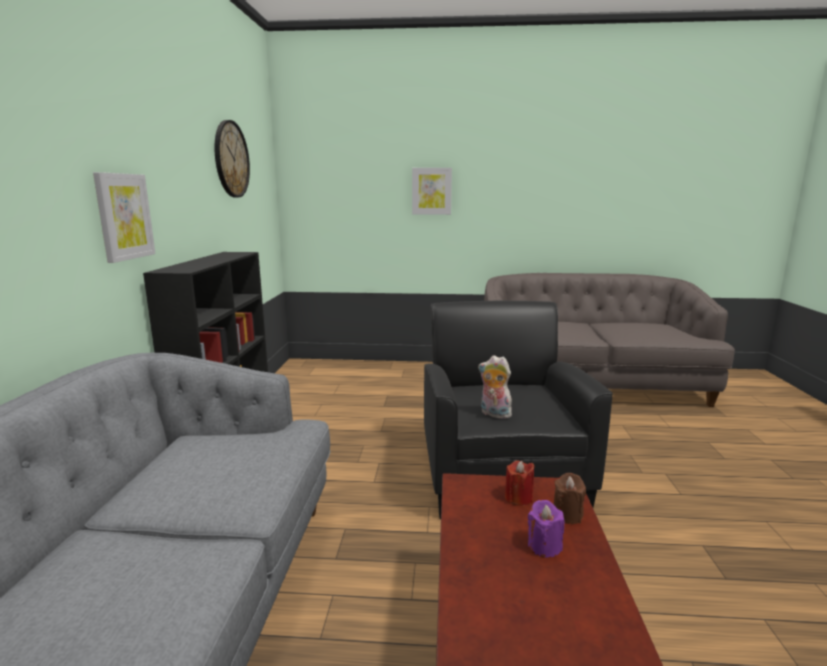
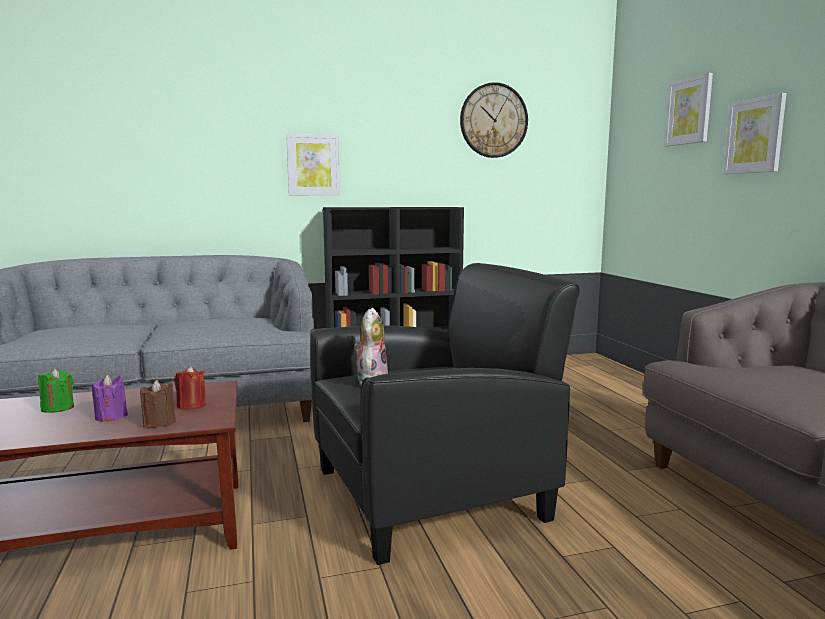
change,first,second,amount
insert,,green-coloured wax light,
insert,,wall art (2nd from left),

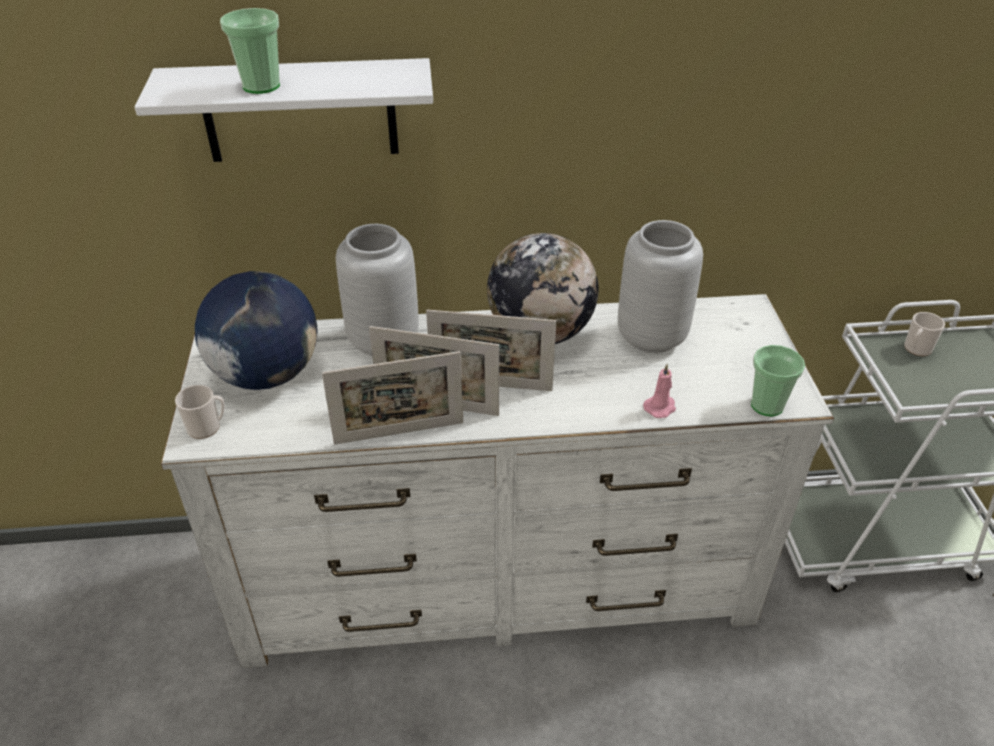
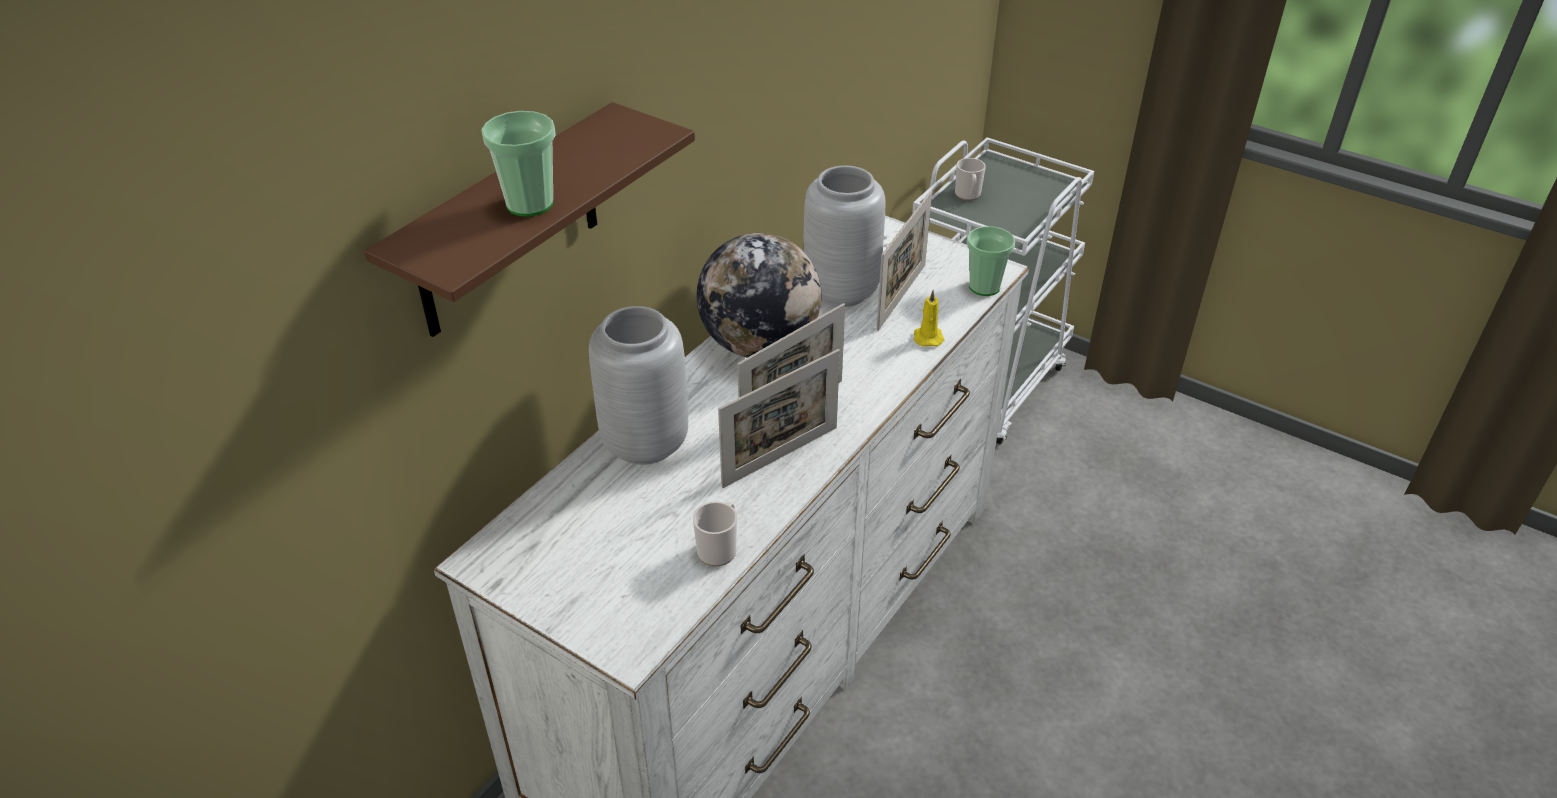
change,first,second,amount
delete,desk globe (1st from left),,
move,coffee mug (1st from left),,
move,picture frame (1st from left in the first image),picture frame (3rd from left),
recolor,whitish shelf,brown shelf,
recolor,pink wax light,yellow-coloured wax light,

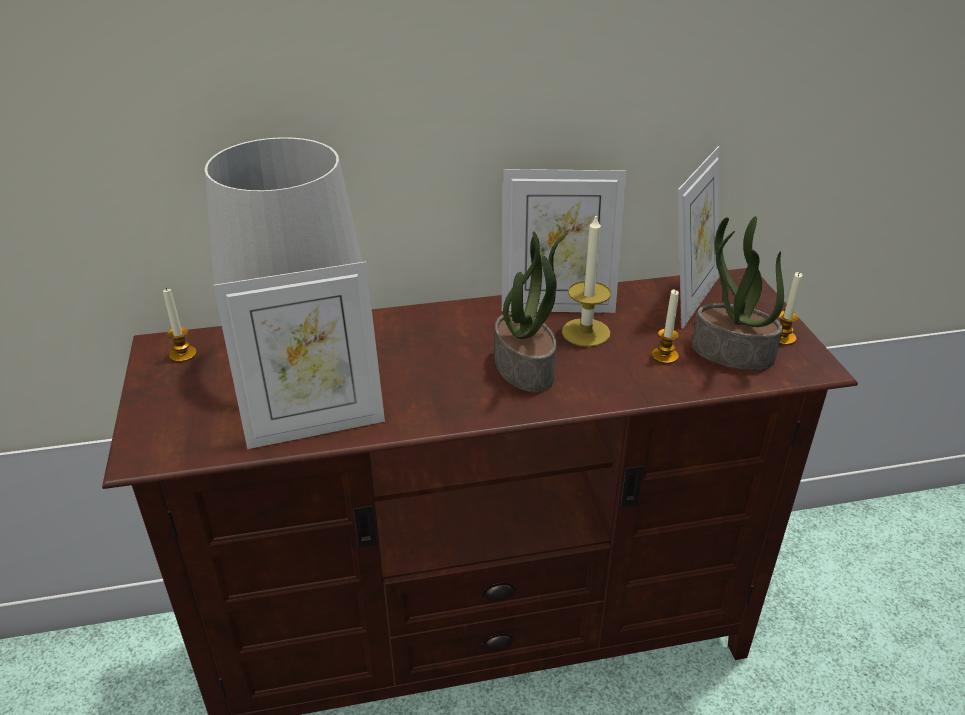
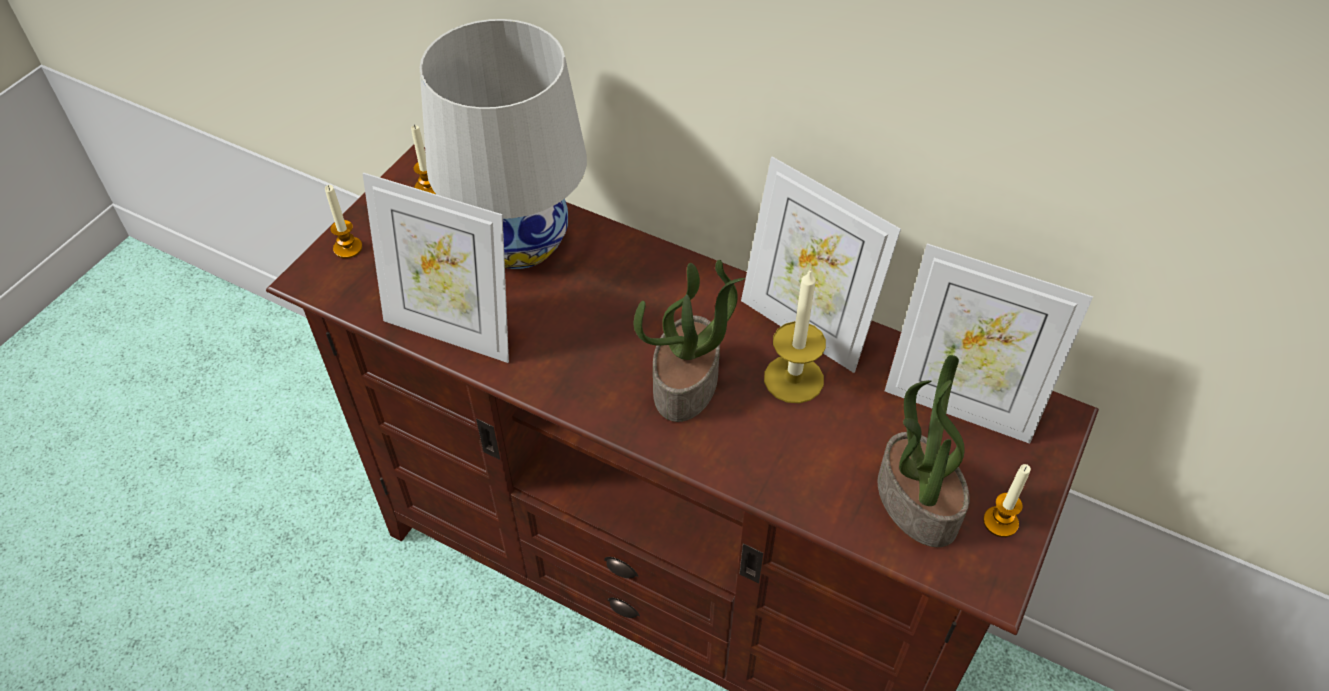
change,first,second,amount
move,wax light (3rd from left in the first image),wax light (1st from left),
rotate,picture frame (3rd from left),,45 degrees clockwise

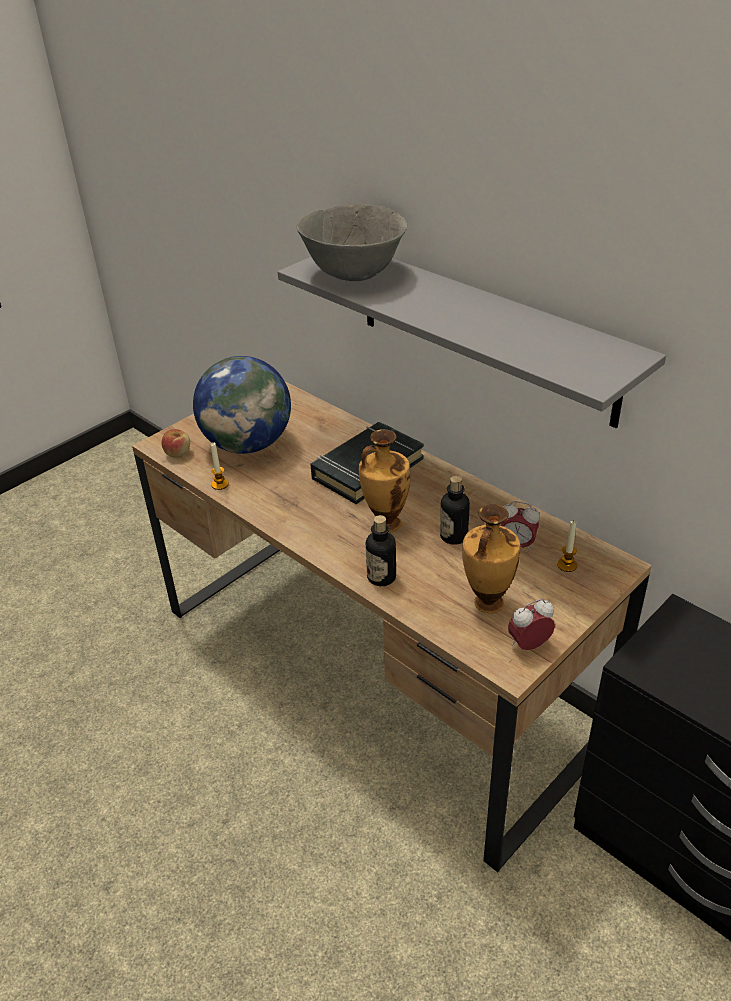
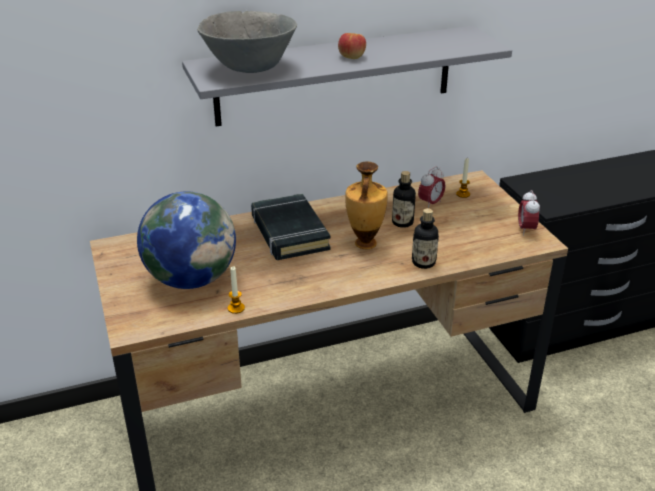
change,first,second,amount
delete,decorative vase (2nd from left),,
move,apple,,

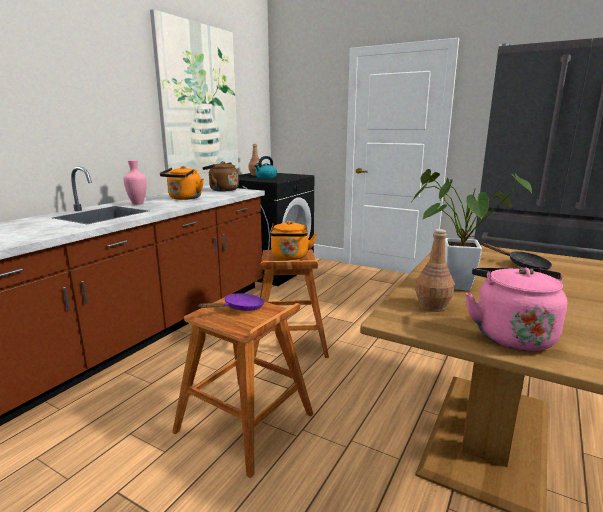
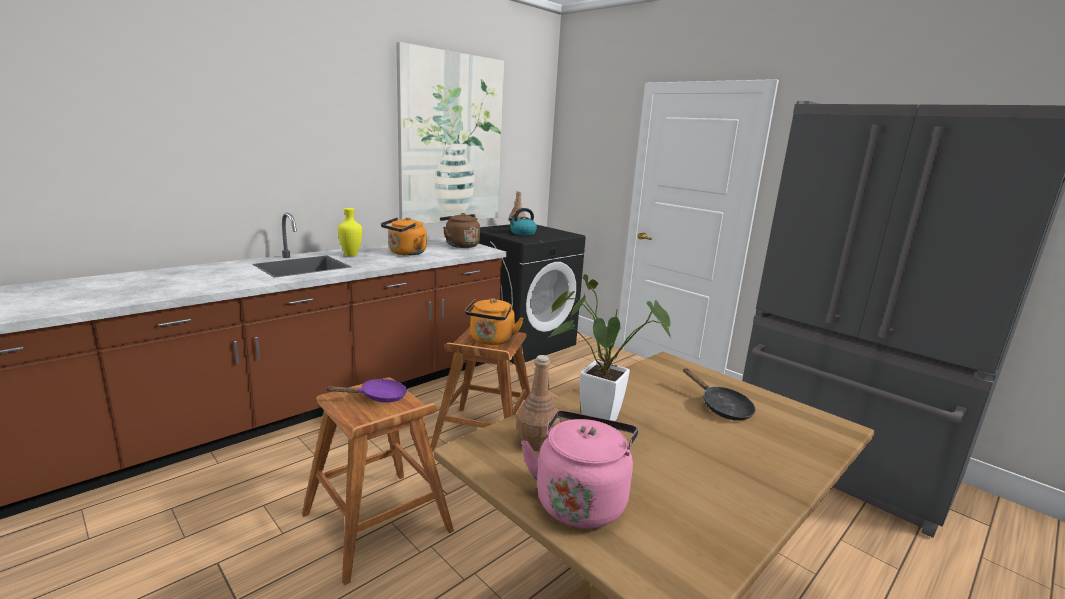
change,first,second,amount
recolor,pink decorative vase,yellow-coloured decorative vase,

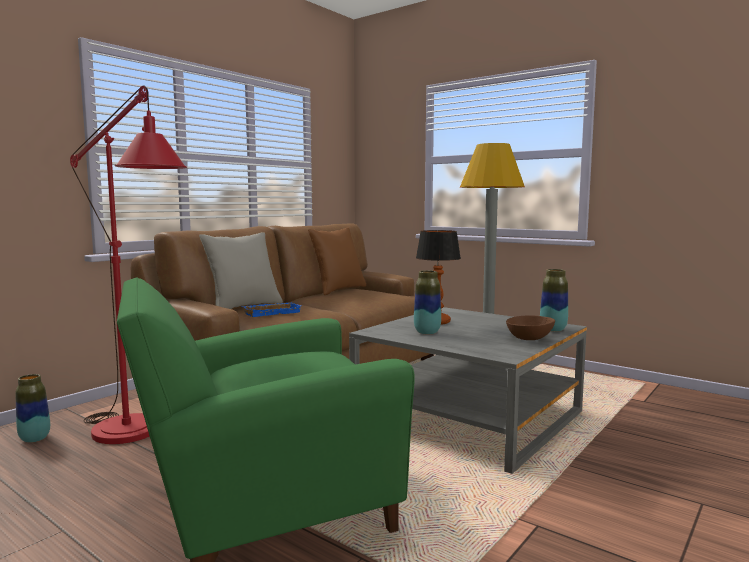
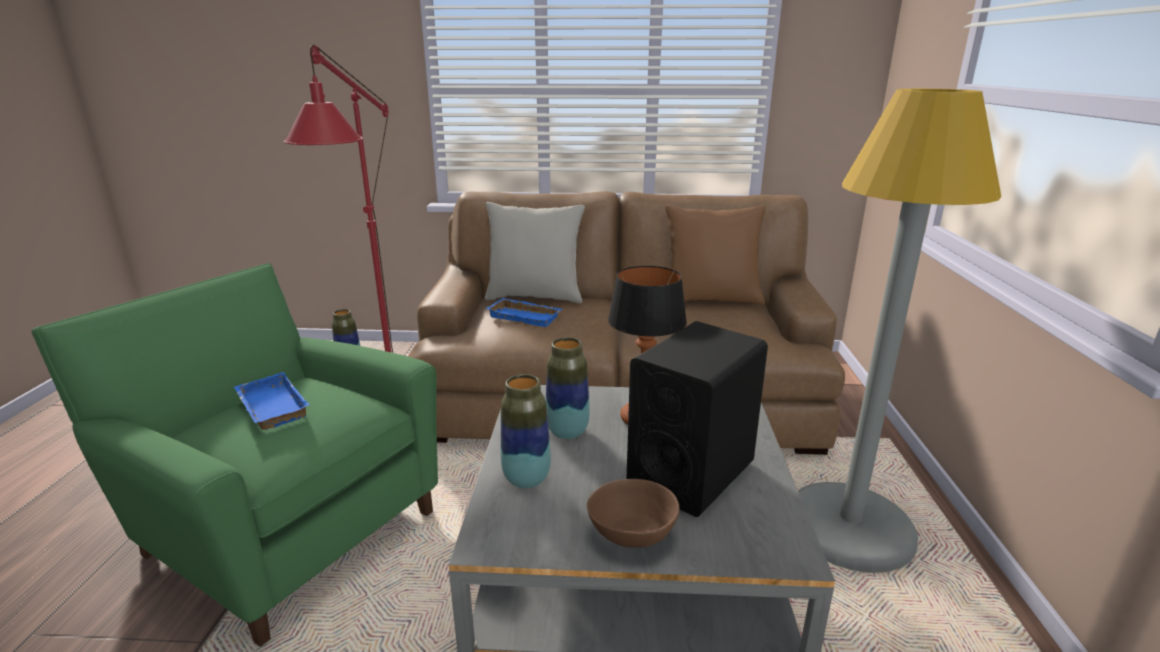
change,first,second,amount
insert,,blue-coloured serving tray (1st from left),
insert,,blackish speaker,
move,decorative vase (3rd from left in the first image),decorative vase (2nd from left),

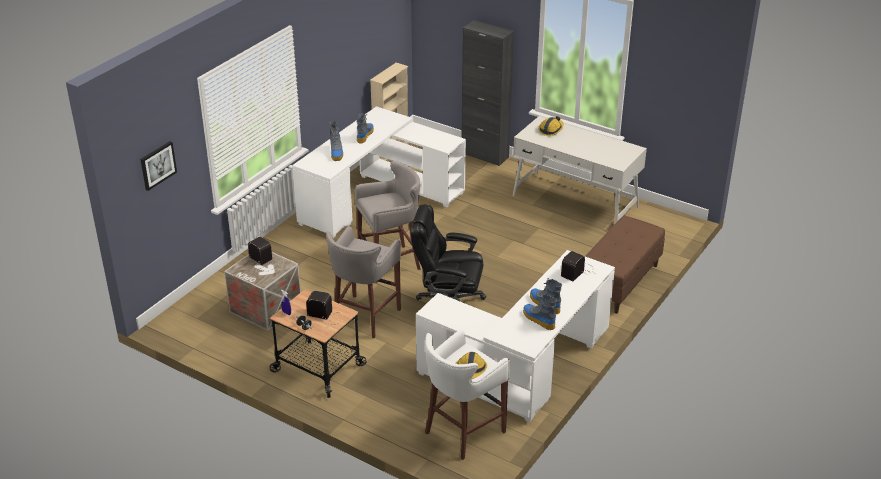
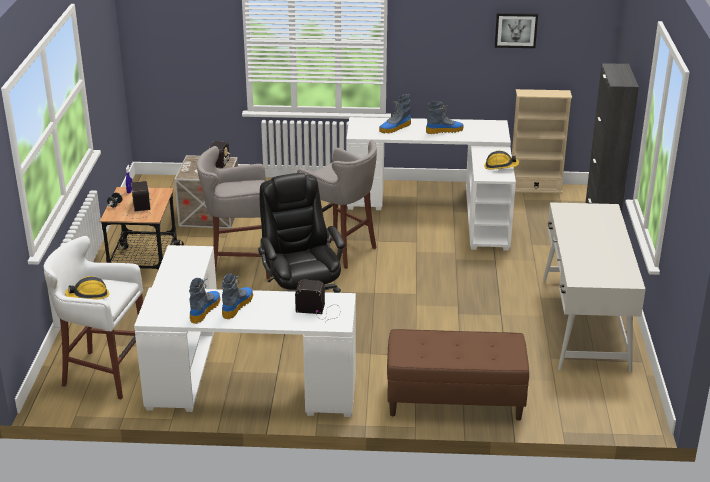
change,first,second,amount
move,wall art,,
move,safety helmet (2nd from left),,

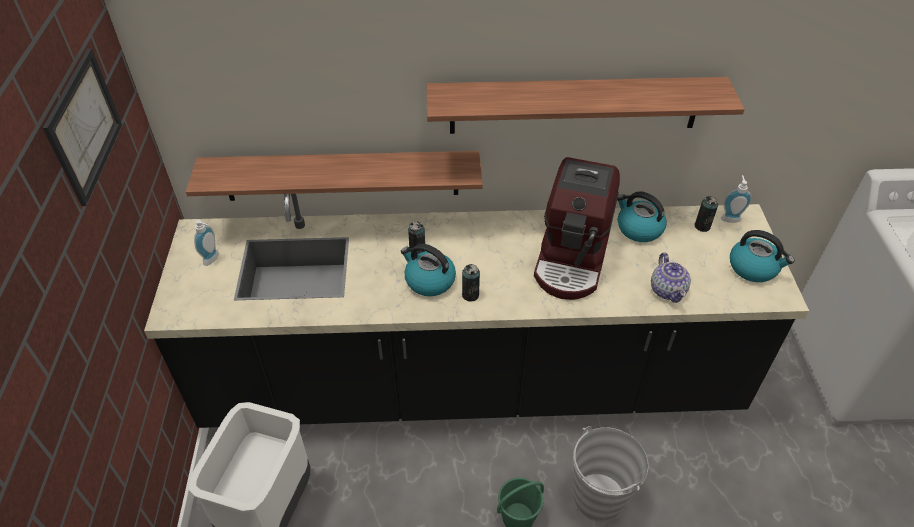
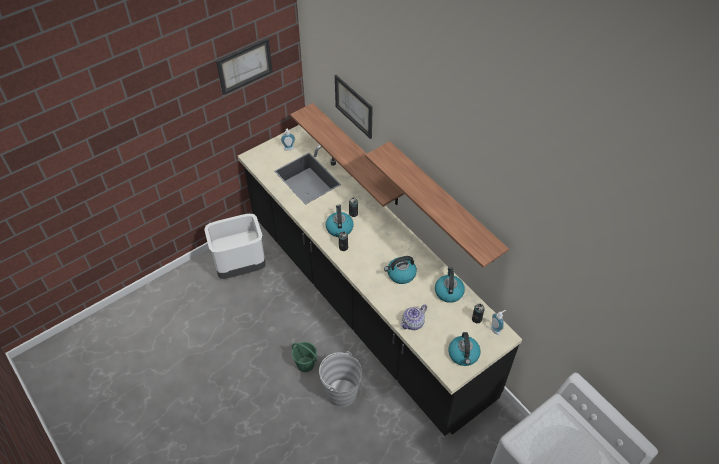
change,first,second,amount
insert,,wall art (2nd from left),
replace,coffee maker,water kettle (2nd from left),

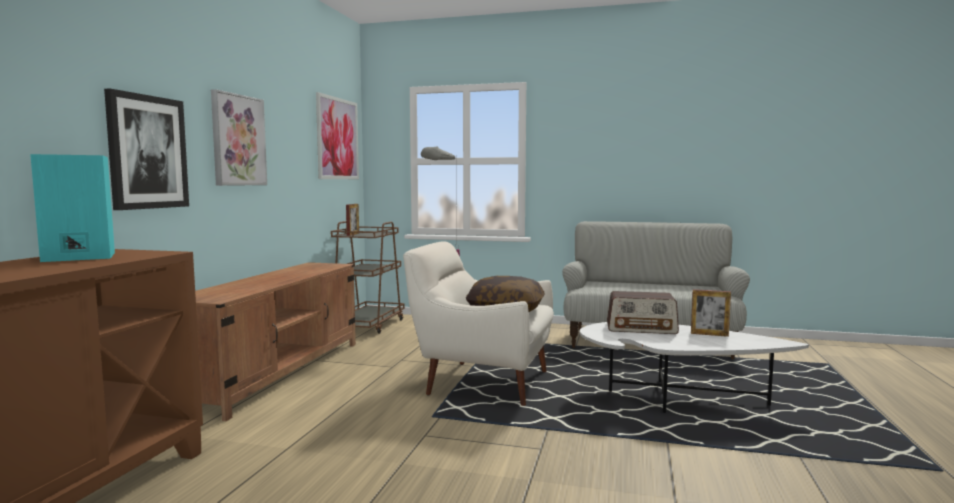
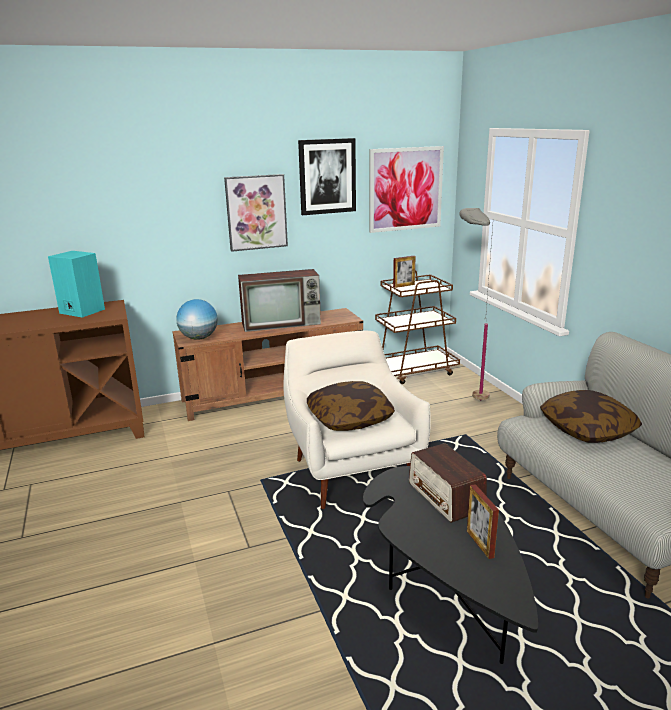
change,first,second,amount
insert,,desk globe,
insert,,television,
insert,,throw pillow (2nd from left),
move,wall art (1st from left in the first image),wall art (2nd from left),
recolor,whitish coffee table,blackish coffee table,

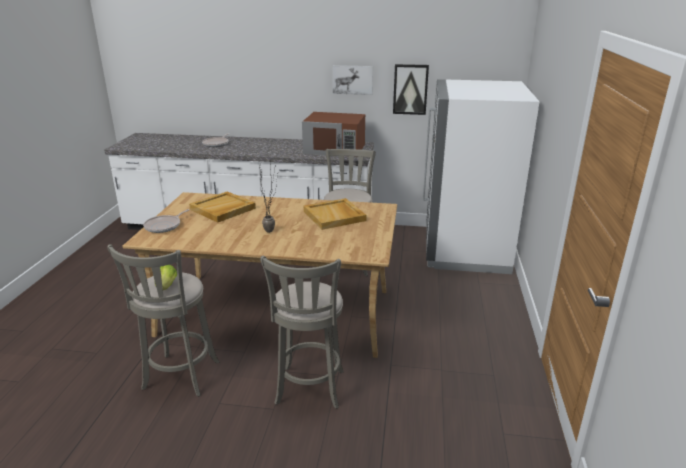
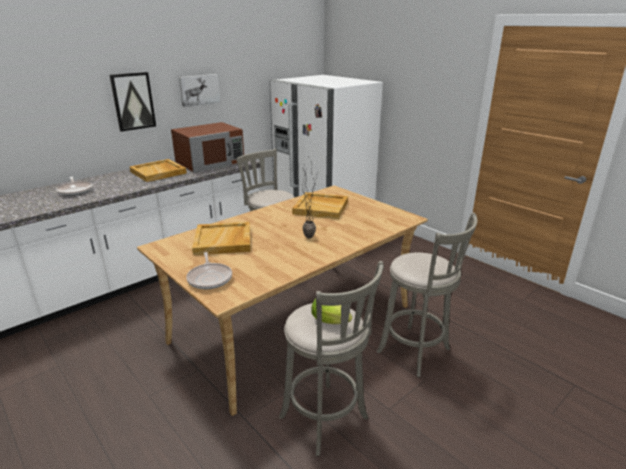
change,first,second,amount
insert,,beige-coloured serving tray (1st from left),
move,wall art (2nd from left in the first image),wall art (1st from left),

